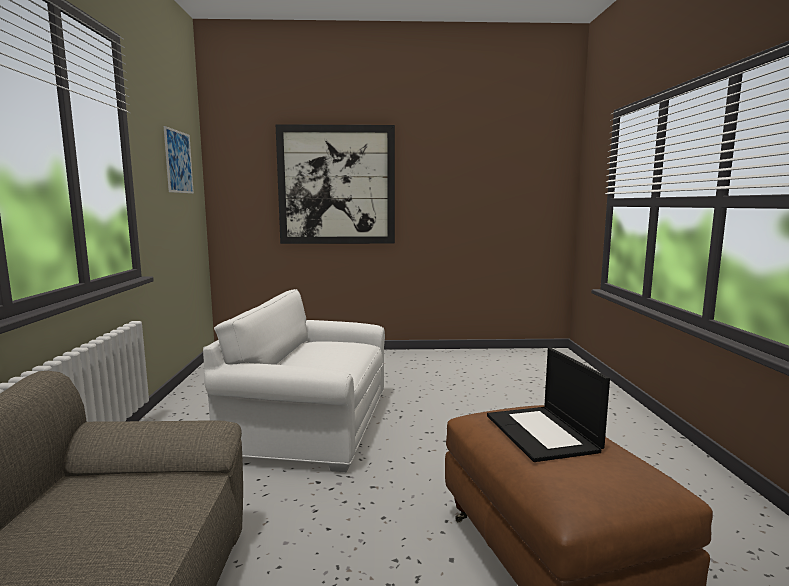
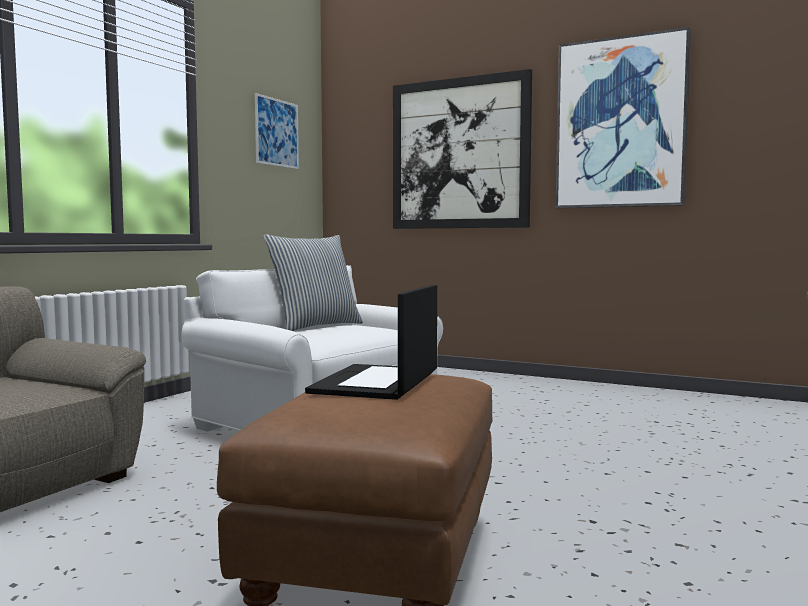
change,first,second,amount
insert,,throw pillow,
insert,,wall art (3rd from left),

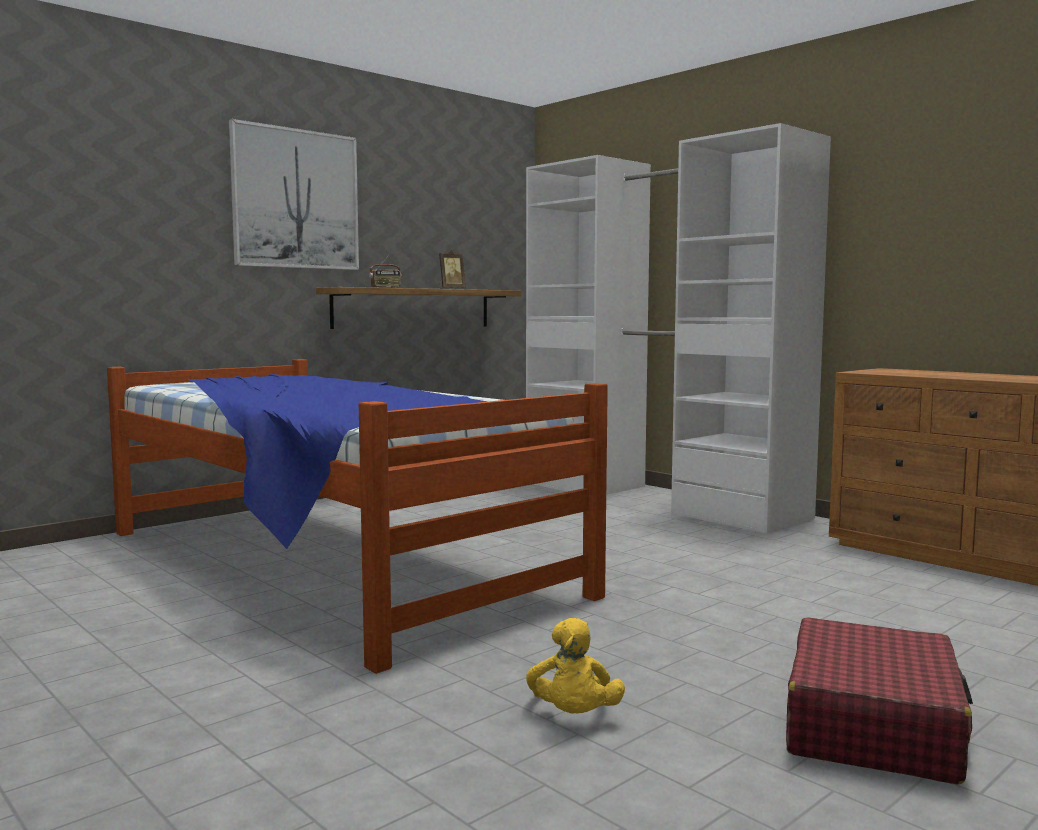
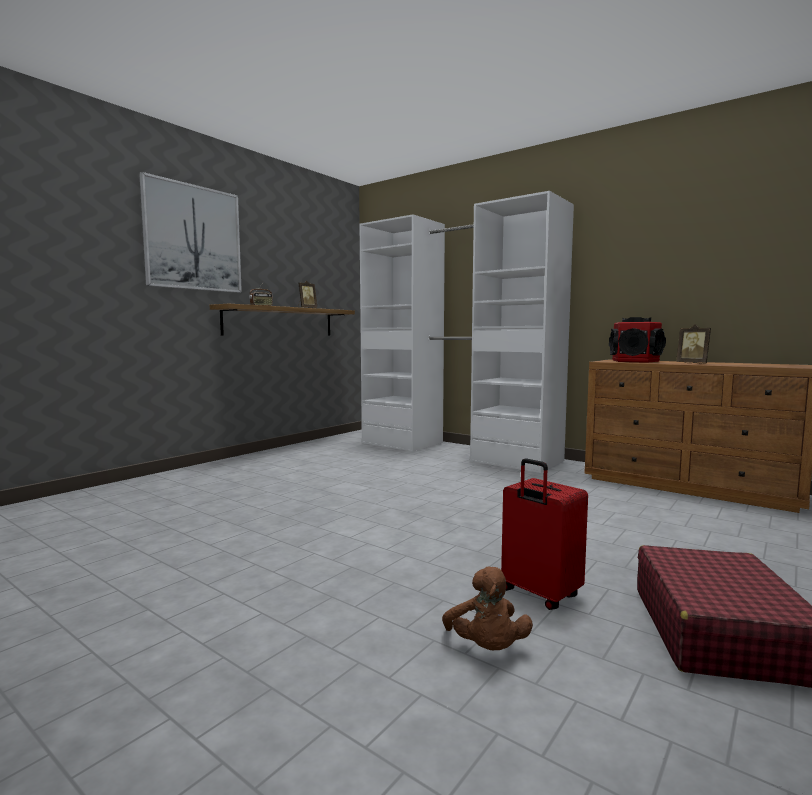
change,first,second,amount
delete,bedroom bed,,
insert,,reddish travel case (1st from left),
insert,,speaker,
insert,,picture frame (2nd from left),
recolor,yellow-coloured plush toy,brown plush toy,

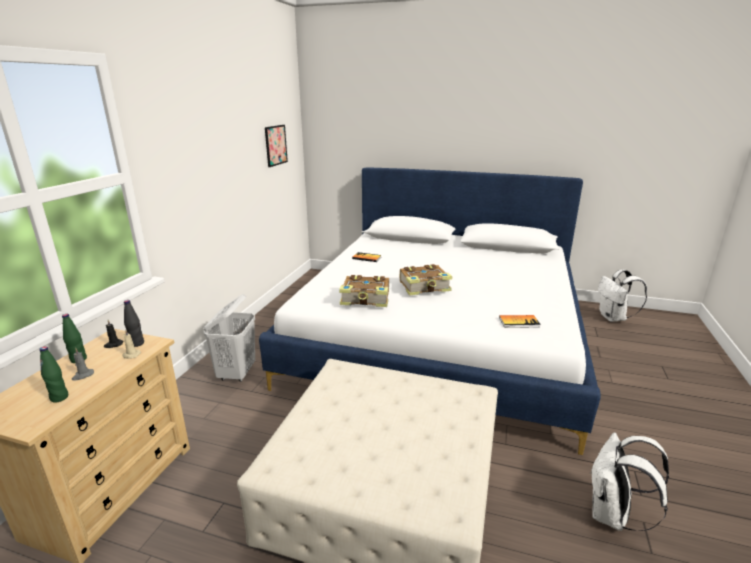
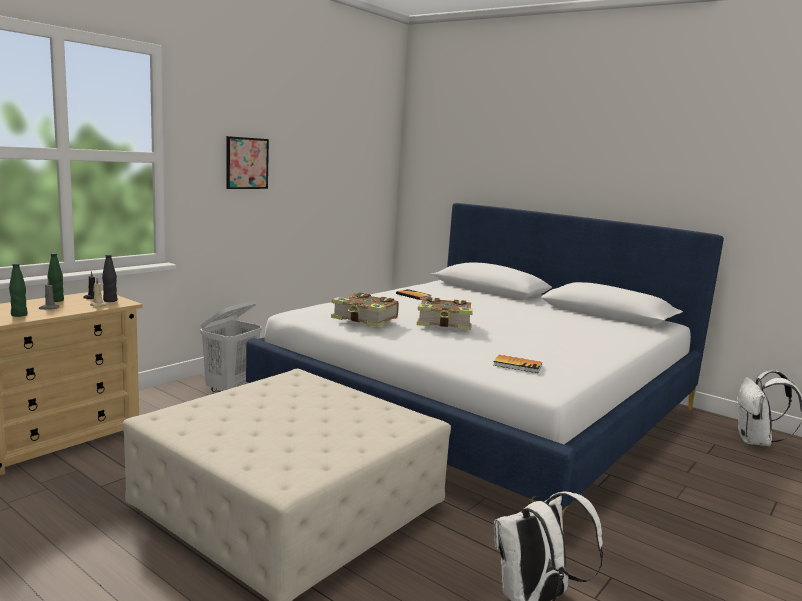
change,first,second,amount
move,wall art,,

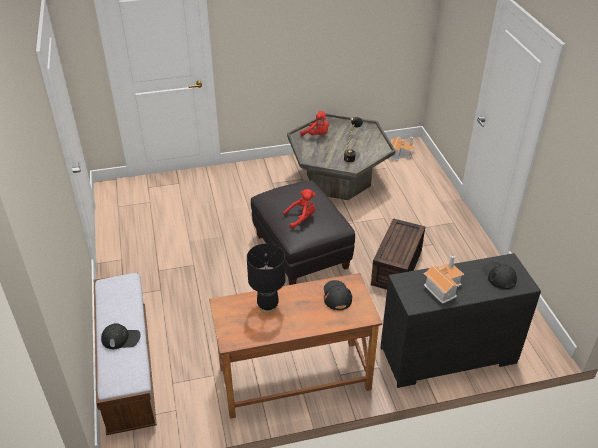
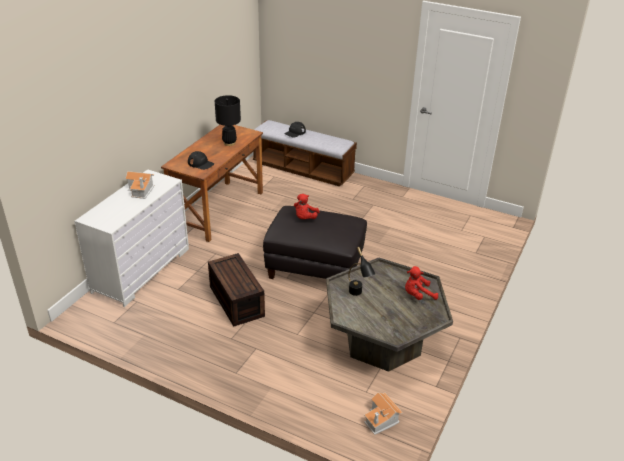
change,first,second,amount
delete,blackish baseball cap (3rd from left),,
recolor,blackish drawer chest,whitish drawer chest,

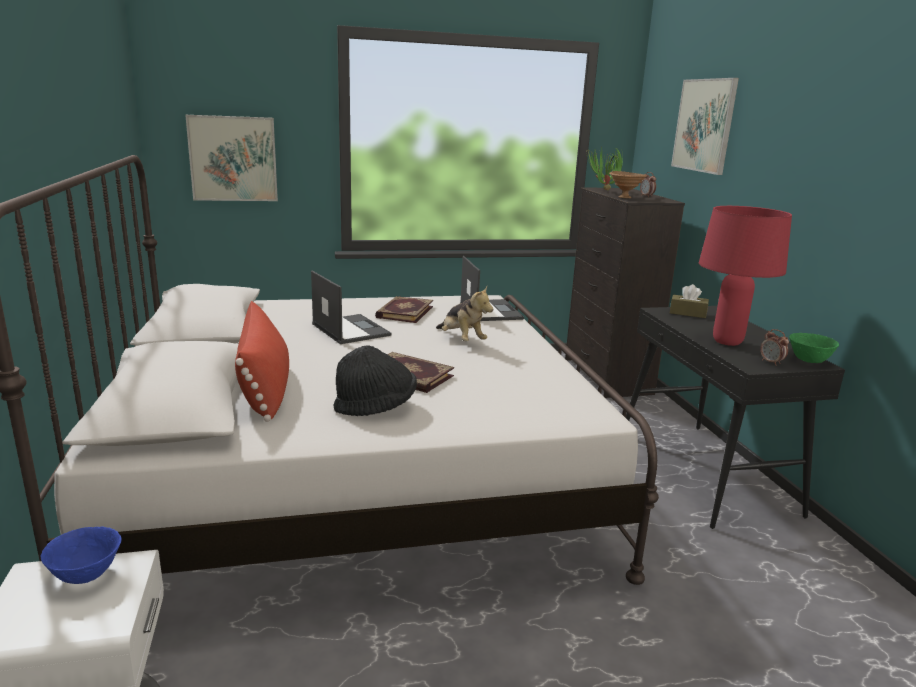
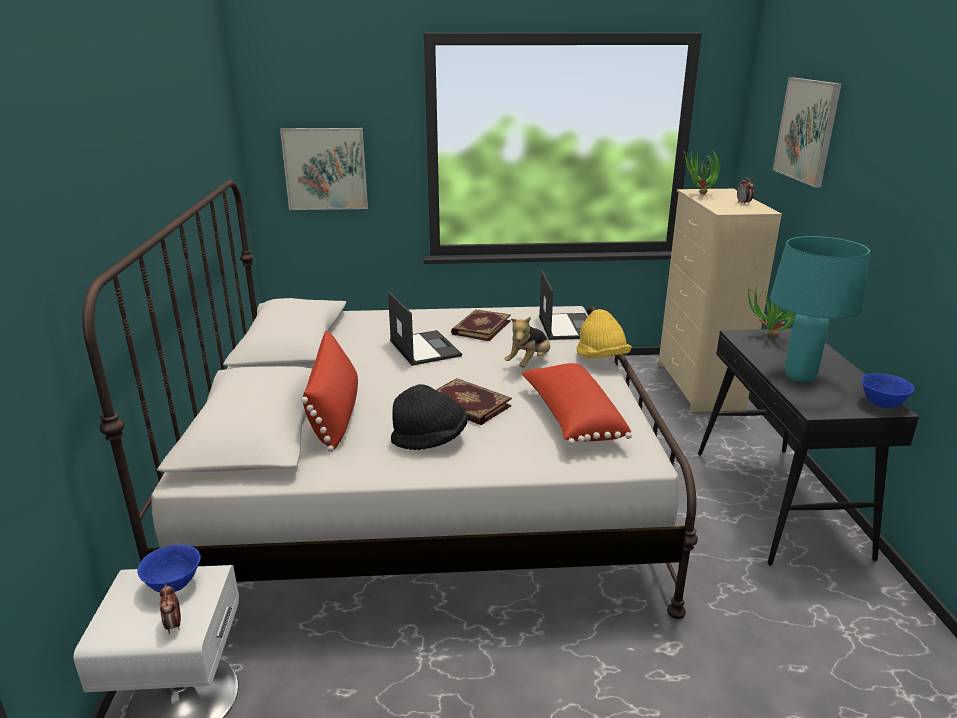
change,first,second,amount
delete,brown deep dish,,
insert,,reddish throw pillow (2nd from left),
insert,,yellow-coloured hat,
move,alarm clock (2nd from left in the first image),alarm clock (1st from left),
replace,brown tissue box,houseplant (2nd from left),
recolor,blackish drawer chest,beige-coloured drawer chest,
recolor,reddish lamp for a table,turquoise lamp for a table,
recolor,green-coloured deep dish,blue-coloured deep dish (2nd from left),
rotate,plush toy,,60 degrees clockwise

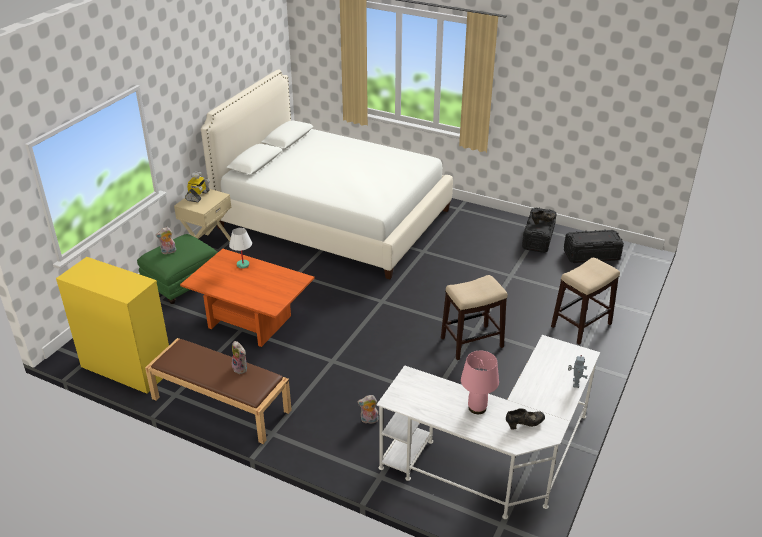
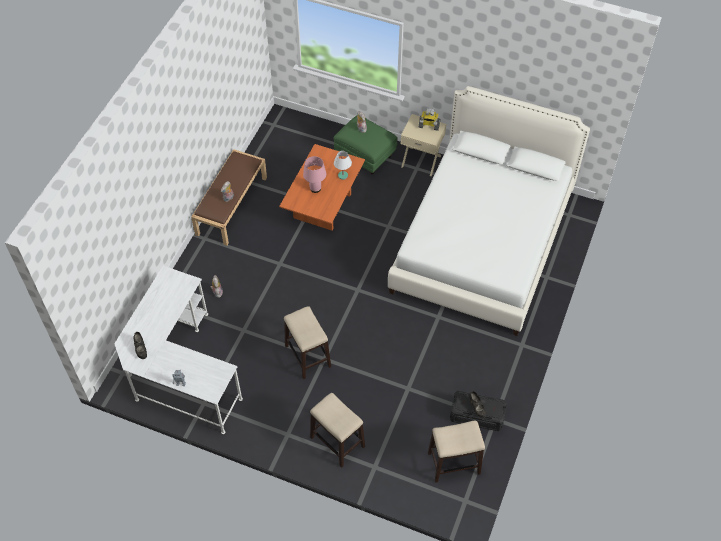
change,first,second,amount
delete,yellow-coloured drawer chest,,
move,pink lamp for a table,,
replace,blackish storage container (2nd from left),sitting stool (3rd from left),

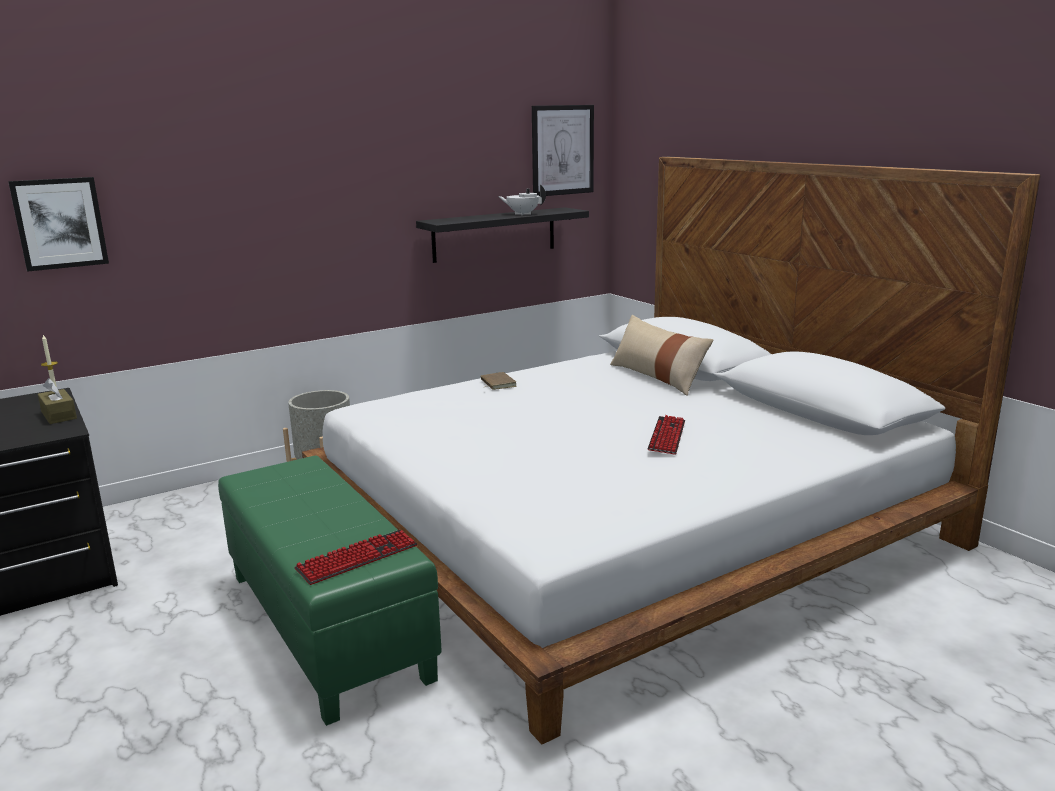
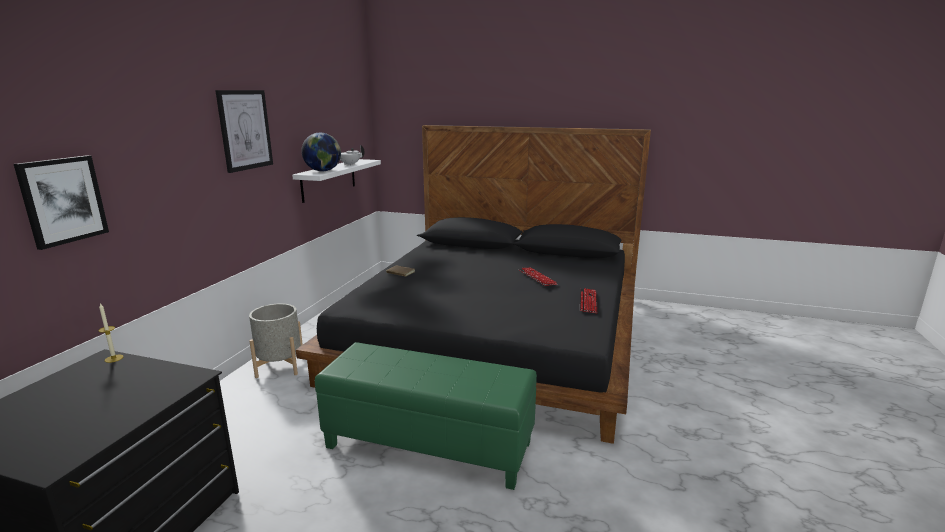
change,first,second,amount
delete,brown tissue box,,
delete,beige-coloured throw pillow,,
insert,,desk globe,
move,keyboard (1st from left in the first image),keyboard (2nd from left),
move,wall art (2nd from left),,
recolor,whitish bedroom bed,blackish bedroom bed,
recolor,blackish shelf,whitish shelf,

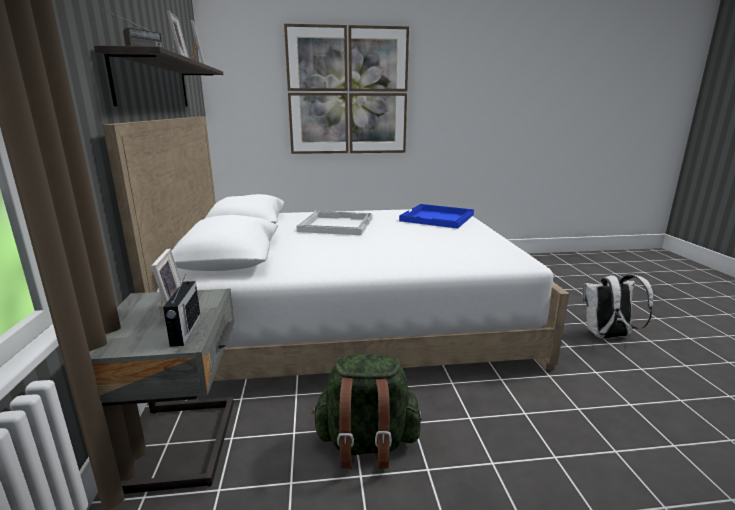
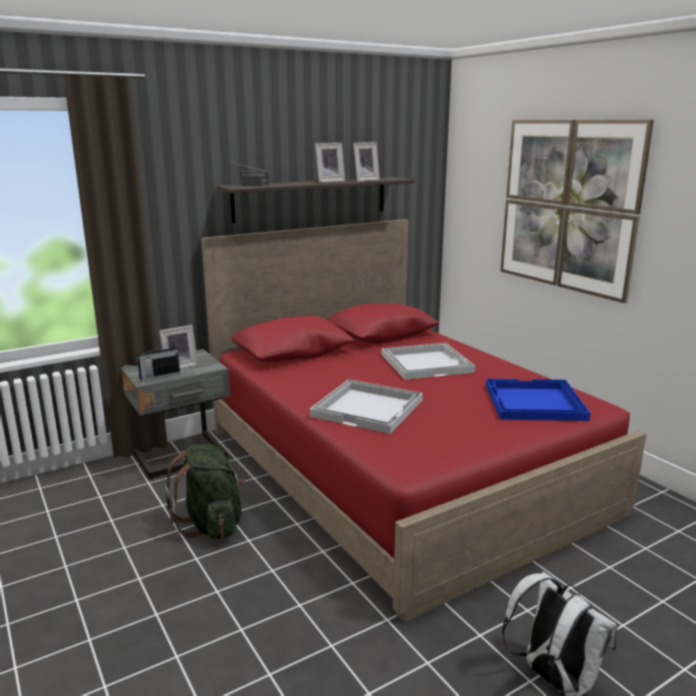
change,first,second,amount
insert,,whitish serving tray (1st from left),
recolor,whitish bedroom bed,reddish bedroom bed,

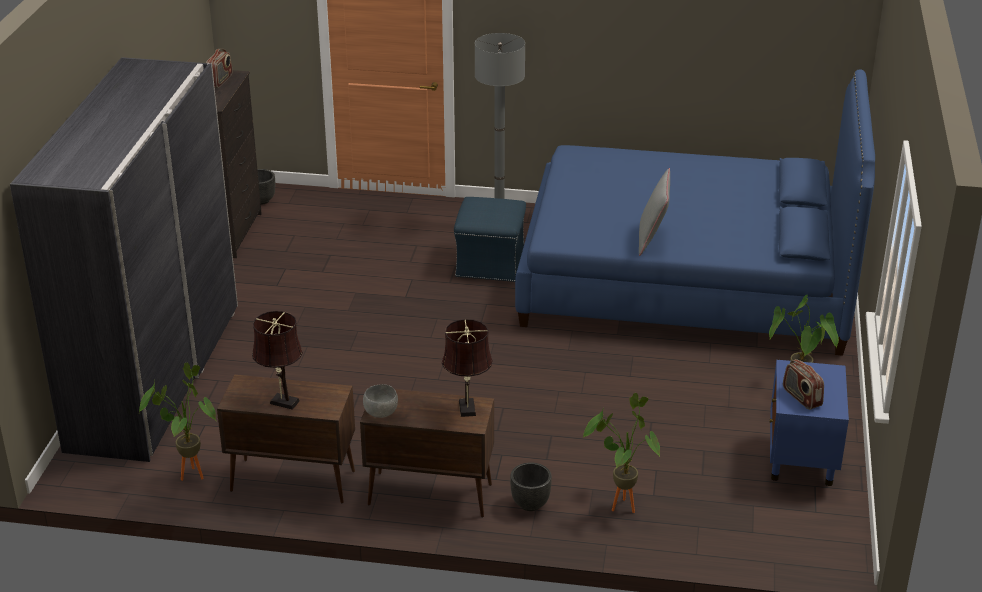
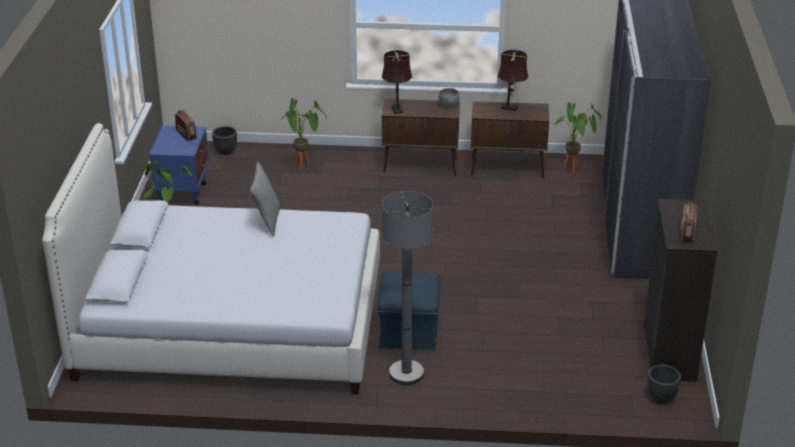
change,first,second,amount
move,blackish planter (2nd from left in the first image),blackish planter (1st from left),
recolor,blue-coloured bedroom bed,whitish bedroom bed,

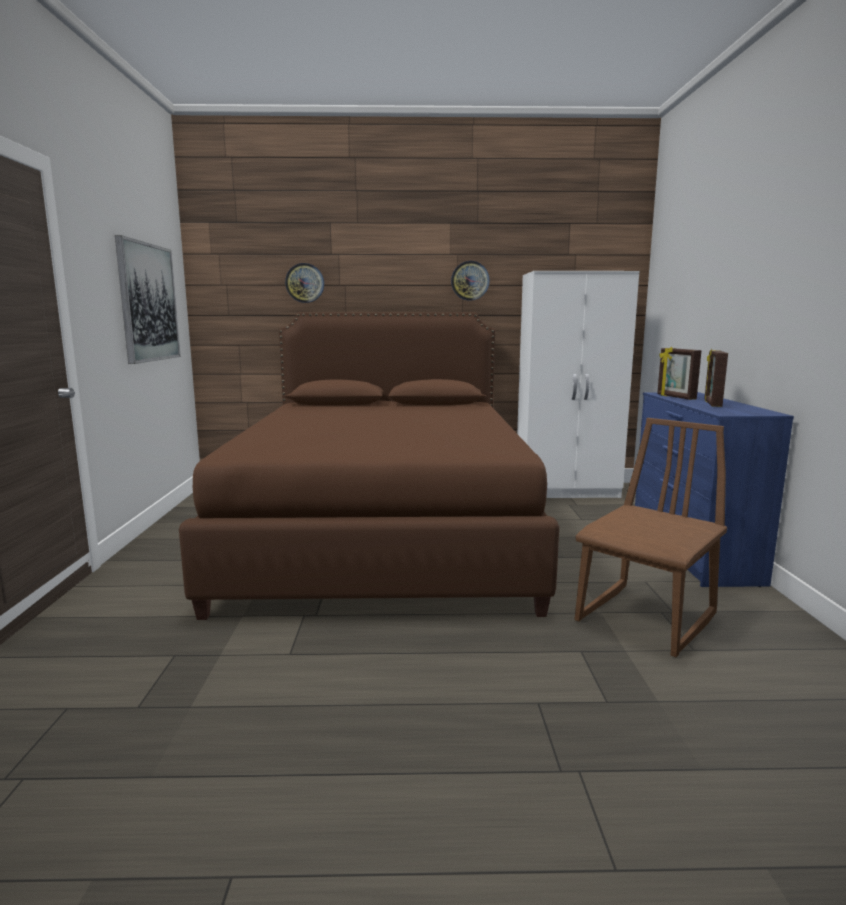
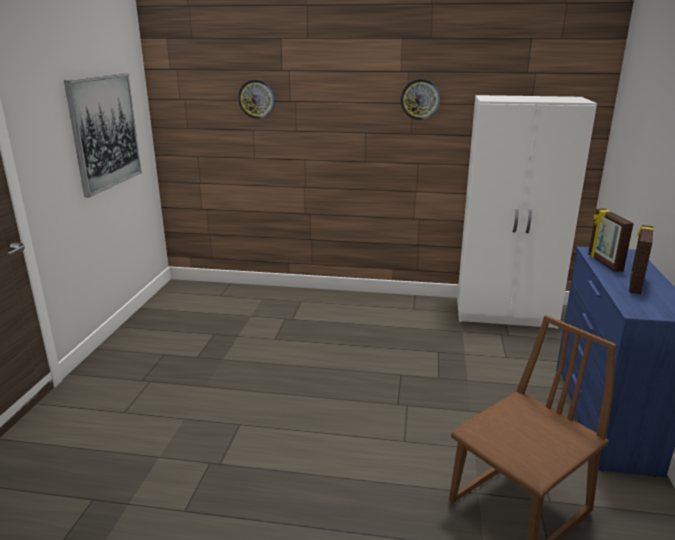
change,first,second,amount
delete,brown bedroom bed,,

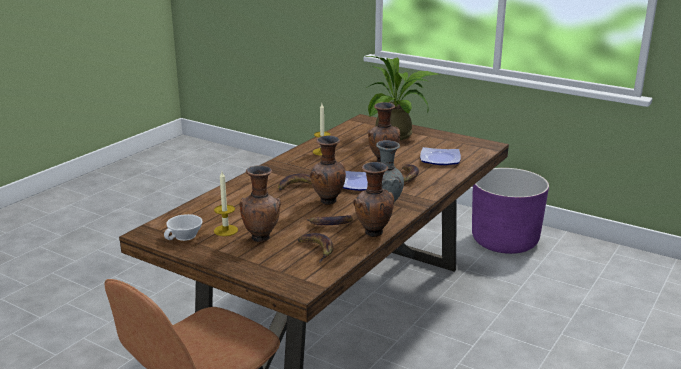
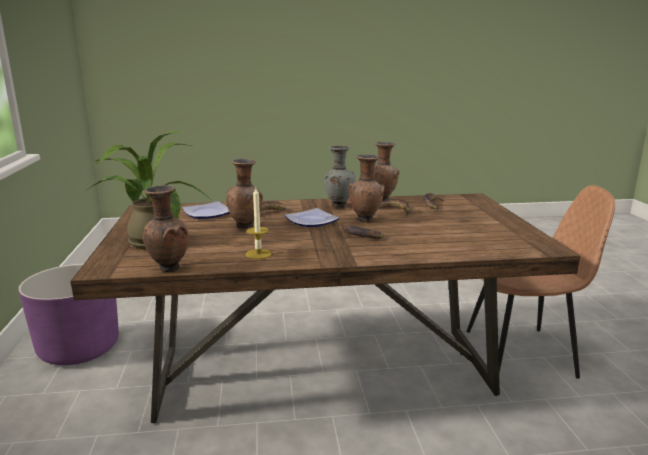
change,first,second,amount
delete,whitish cup,,
delete,wax light (1st from left),,
move,brown decorative vase (1st from left),,

